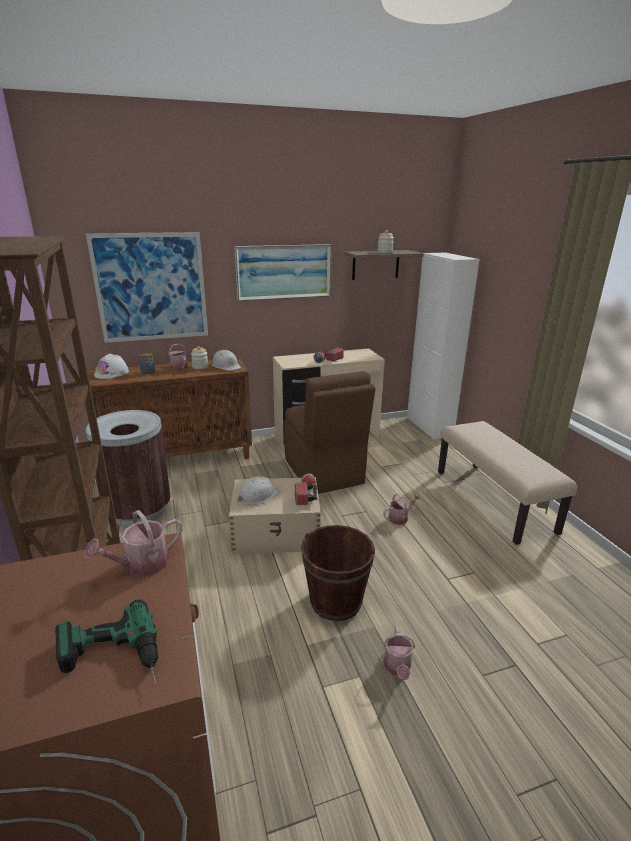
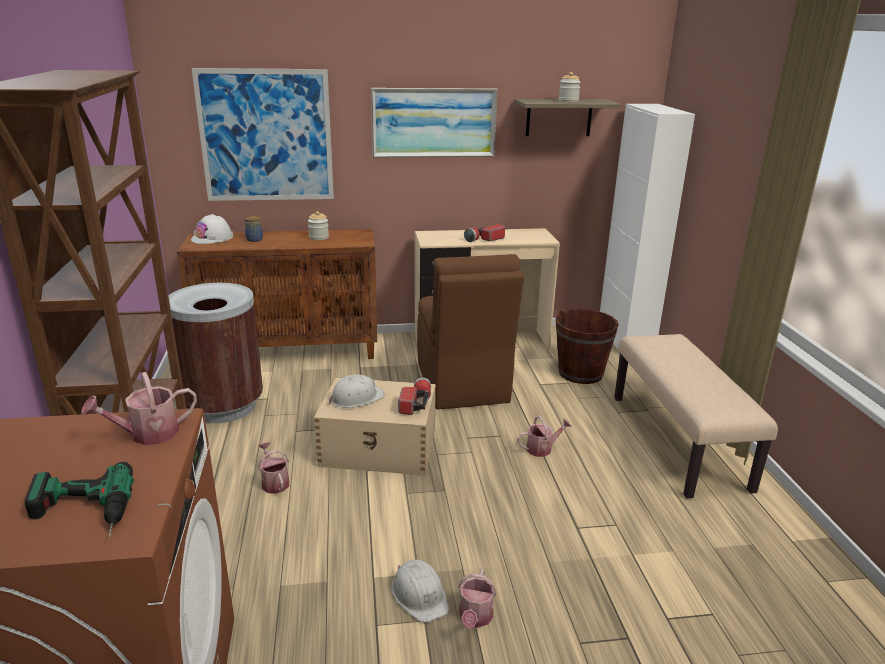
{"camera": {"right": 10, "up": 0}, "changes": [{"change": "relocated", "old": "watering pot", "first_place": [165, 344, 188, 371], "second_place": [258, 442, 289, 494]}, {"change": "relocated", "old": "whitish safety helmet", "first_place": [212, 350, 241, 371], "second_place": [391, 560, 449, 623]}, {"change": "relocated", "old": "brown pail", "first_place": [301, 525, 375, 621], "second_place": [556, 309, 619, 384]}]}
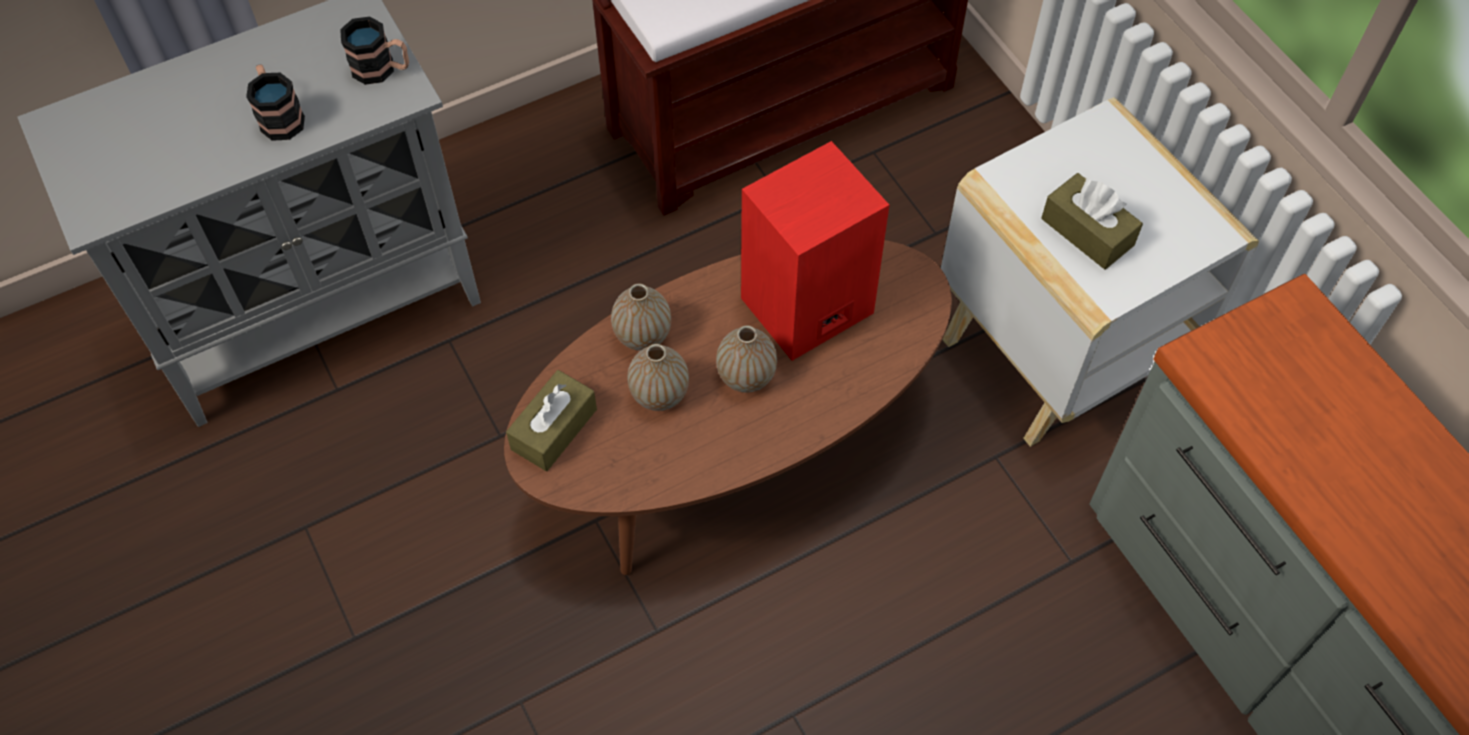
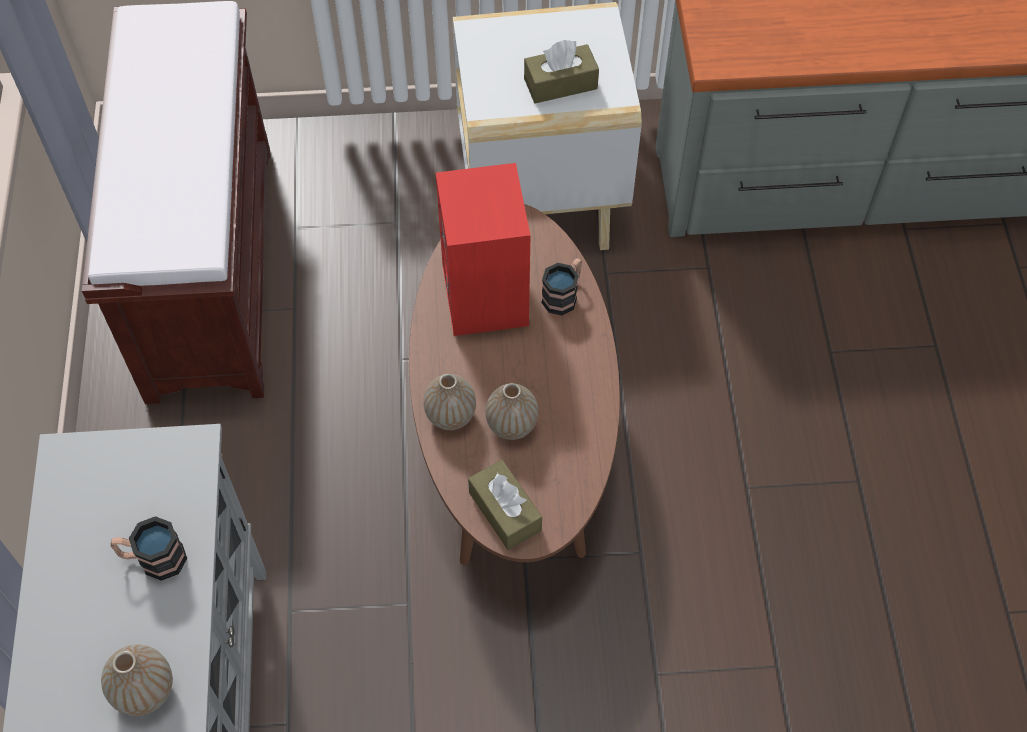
{"camera": {"right": -65, "up": 0}, "changes": [{"change": "relocated", "old": "decorative vase", "first_place": [716, 325, 777, 393], "second_place": [101, 644, 173, 716]}, {"change": "relocated", "old": "tea mug", "first_place": [340, 17, 409, 85], "second_place": [541, 258, 582, 315]}]}
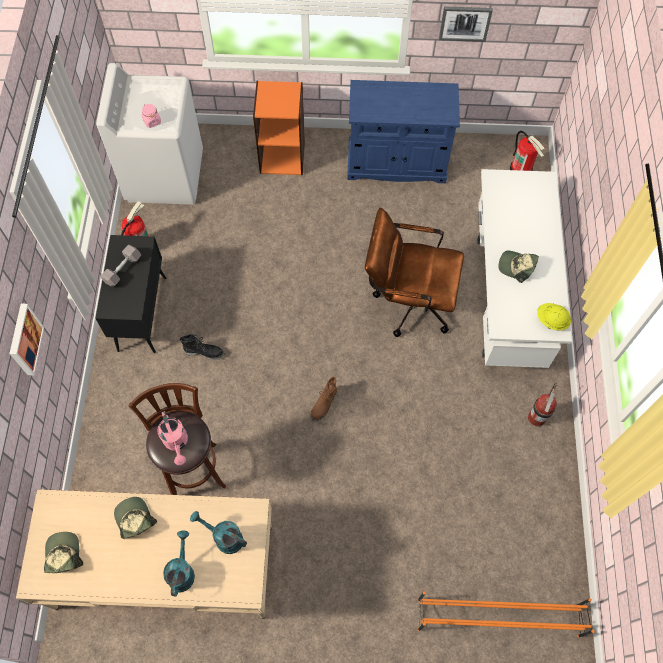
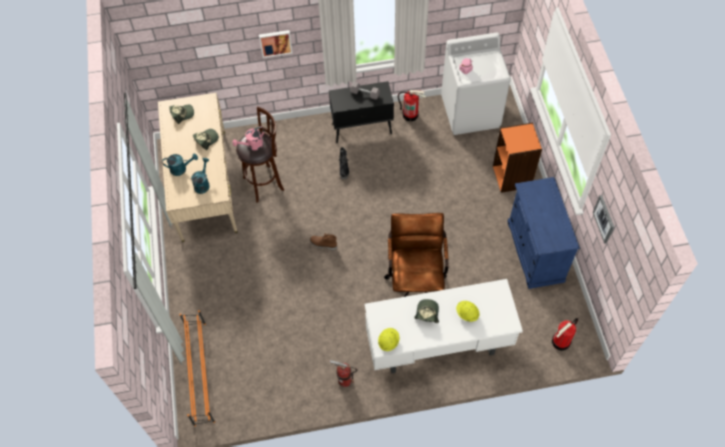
{"camera": {"right": 80, "up": -5}, "changes": [{"change": "appeared", "new": "yellow safety helmet", "second_place": [456, 301, 479, 322]}]}
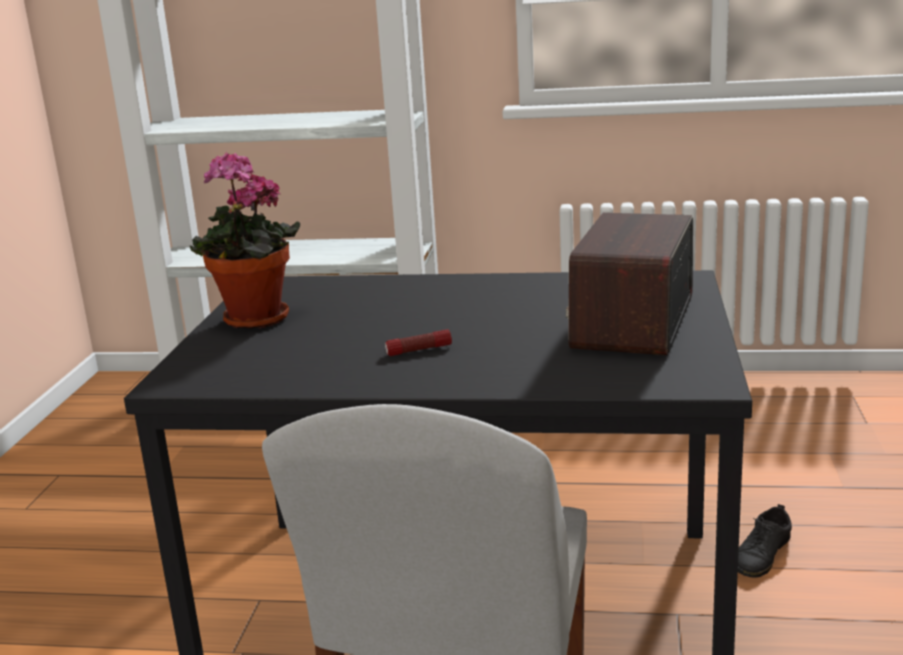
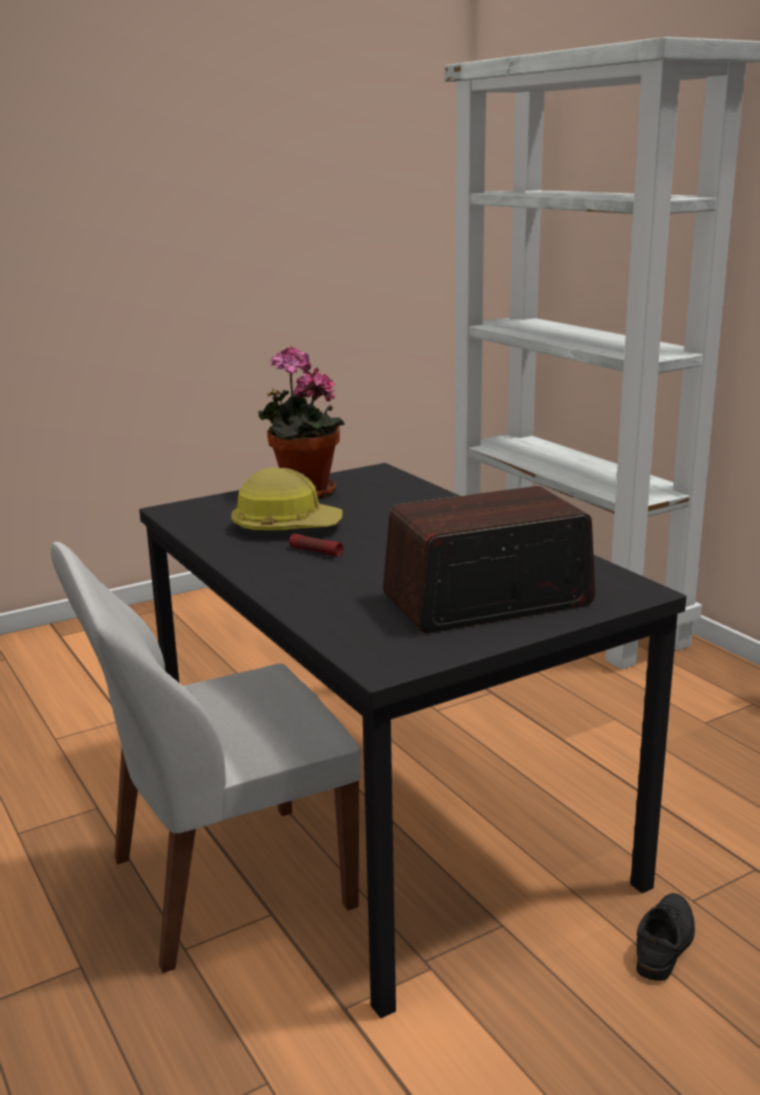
{"camera": {"right": 50, "up": 0}, "changes": [{"change": "appeared", "new": "safety helmet", "second_place": [231, 468, 342, 531]}, {"change": "spun", "old": "blackish shoe", "first_place": [738, 504, 792, 578], "second_place": [636, 893, 695, 981], "degrees": 120}]}
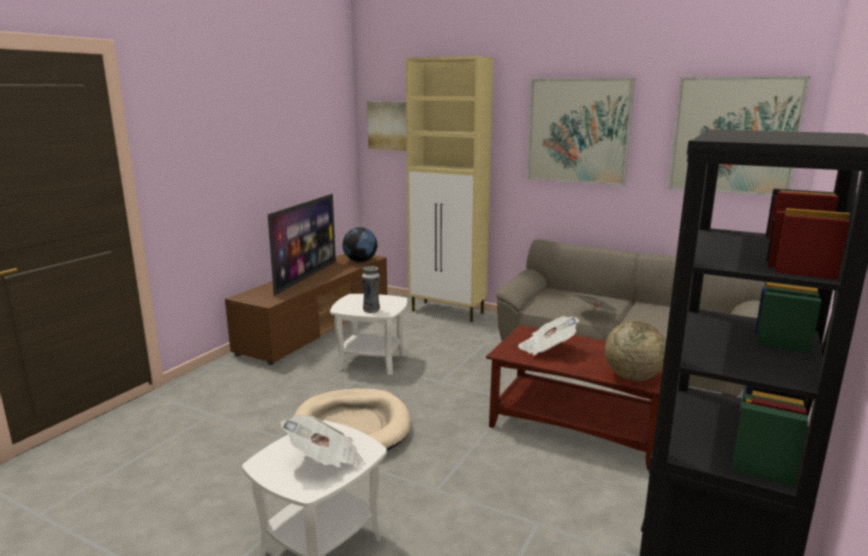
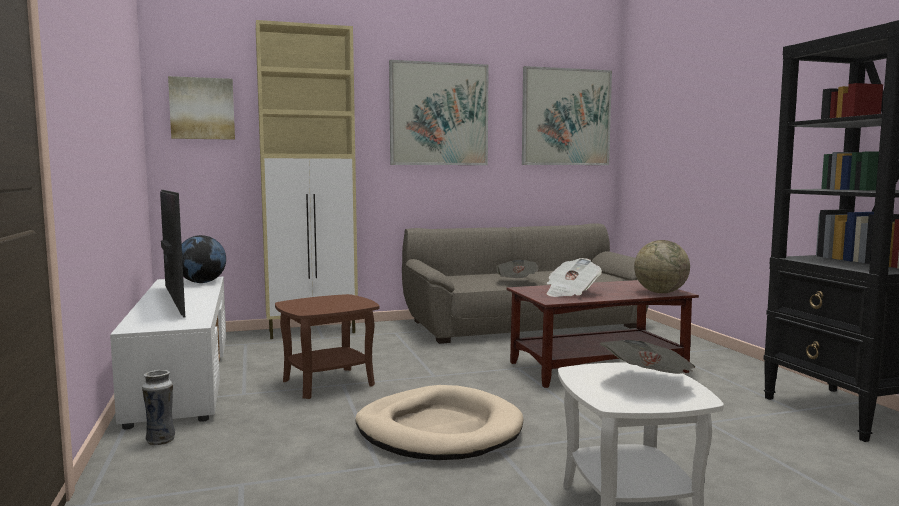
{"camera": {"right": -45, "up": -10}, "changes": [{"change": "colour", "old": "brown tv unit", "new": "whitish tv unit", "first_place": [225, 253, 387, 365], "second_place": [110, 277, 226, 430]}, {"change": "relocated", "old": "decorative vase", "first_place": [362, 266, 380, 313], "second_place": [142, 370, 175, 445]}, {"change": "colour", "old": "whitish accent table", "new": "brown accent table", "first_place": [330, 294, 407, 375], "second_place": [275, 294, 379, 399]}]}
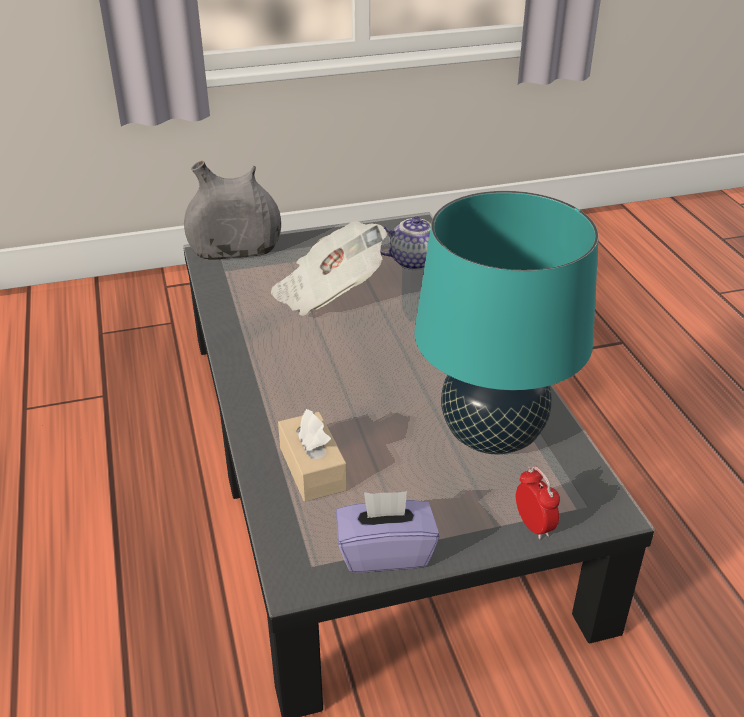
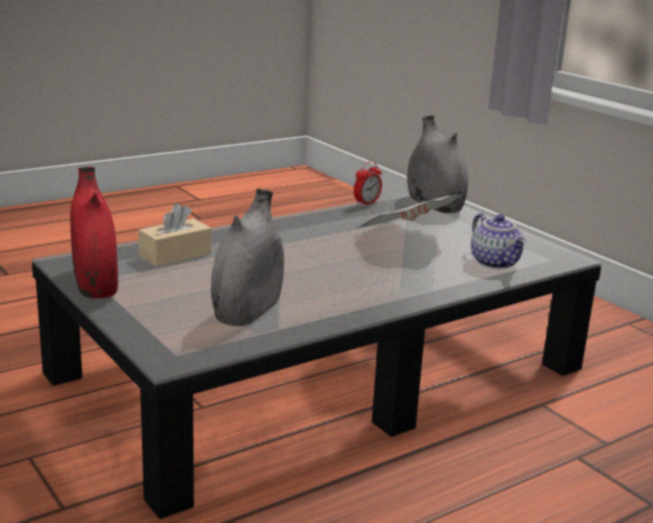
{"camera": {"right": 70, "up": -15}, "changes": [{"change": "exchanged", "old": "purple tissue box", "new": "red-coloured decorative vase", "first_place": [336, 491, 439, 573], "second_place": [70, 167, 118, 298]}, {"change": "exchanged", "old": "turquoise-coloured tabletop lamp", "new": "greyish decorative vase", "first_place": [414, 191, 599, 454], "second_place": [211, 189, 284, 326]}, {"change": "relocated", "old": "bedside clock", "first_place": [516, 466, 560, 540], "second_place": [354, 161, 382, 206]}]}
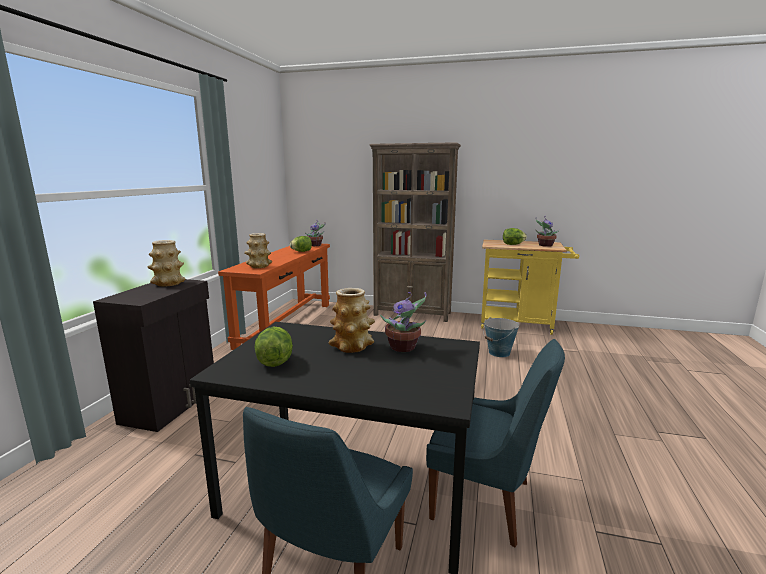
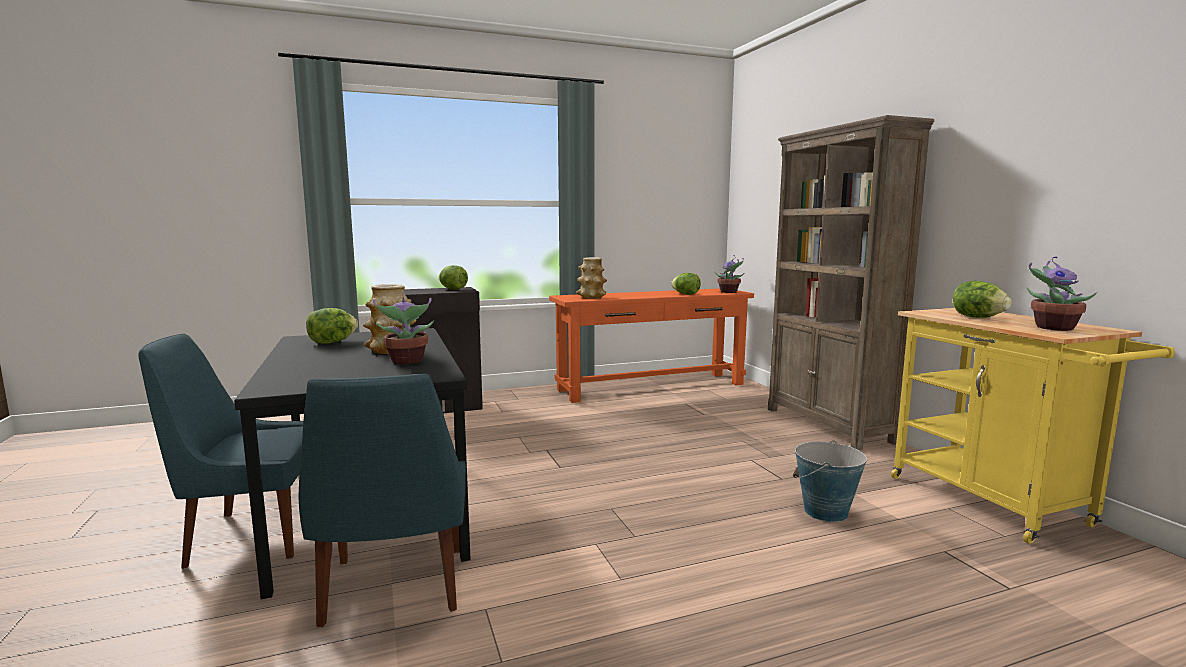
{"camera": {"right": 55, "up": -5}, "changes": [{"change": "exchanged", "old": "decorative vase", "new": "lettuce head", "first_place": [148, 240, 186, 286], "second_place": [438, 265, 468, 290]}]}
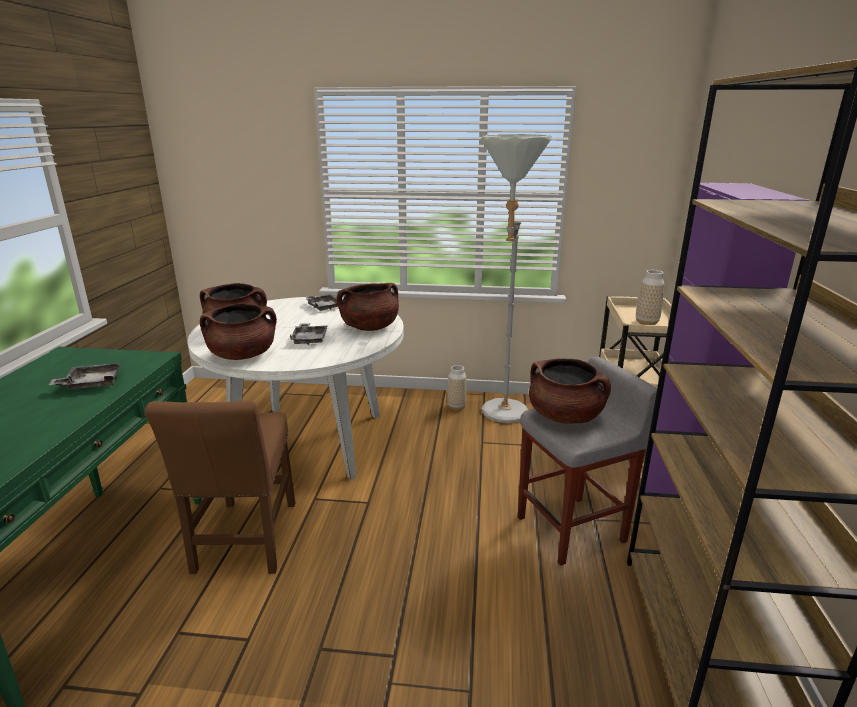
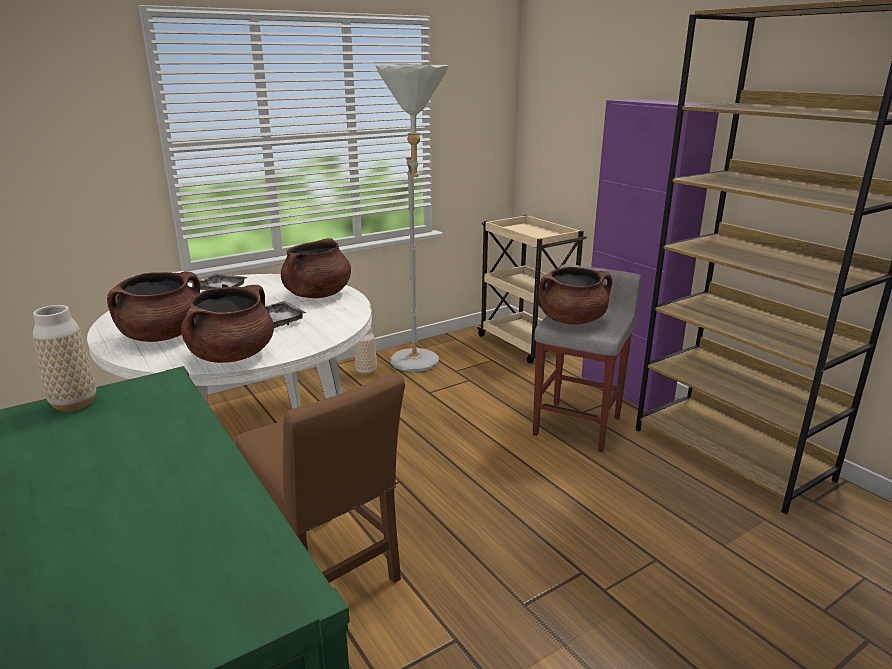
{"camera": {"right": -40, "up": 0}, "changes": [{"change": "relocated", "old": "decorative vase", "first_place": [636, 270, 664, 325], "second_place": [33, 305, 96, 411]}, {"change": "missing", "old": "greyish serving tray", "first_place": [49, 363, 121, 390]}]}
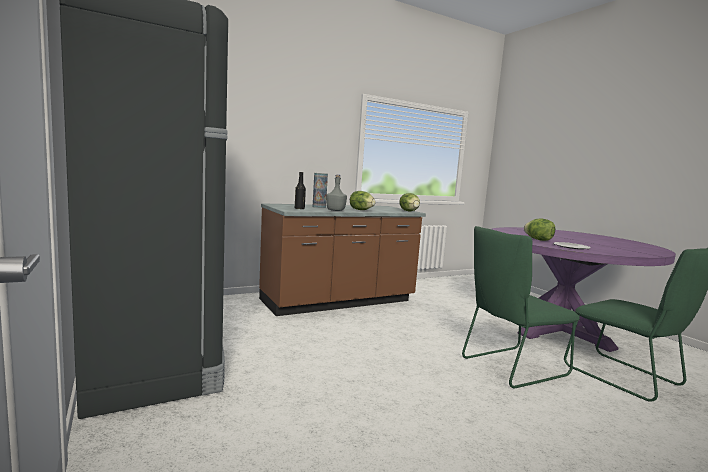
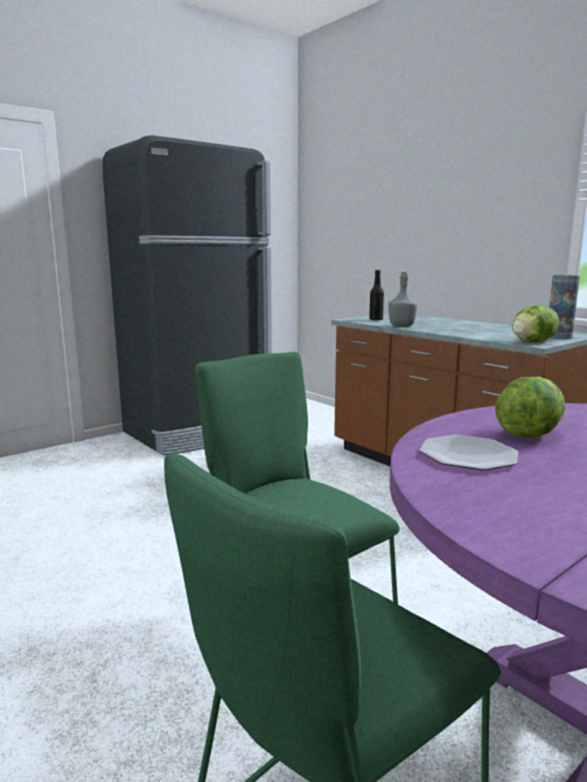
{"camera": {"right": 80, "up": 5}, "changes": [{"change": "relocated", "old": "decorative vase", "first_place": [313, 173, 328, 208], "second_place": [549, 275, 580, 339]}, {"change": "missing", "old": "lettuce head", "first_place": [350, 191, 376, 210]}]}
